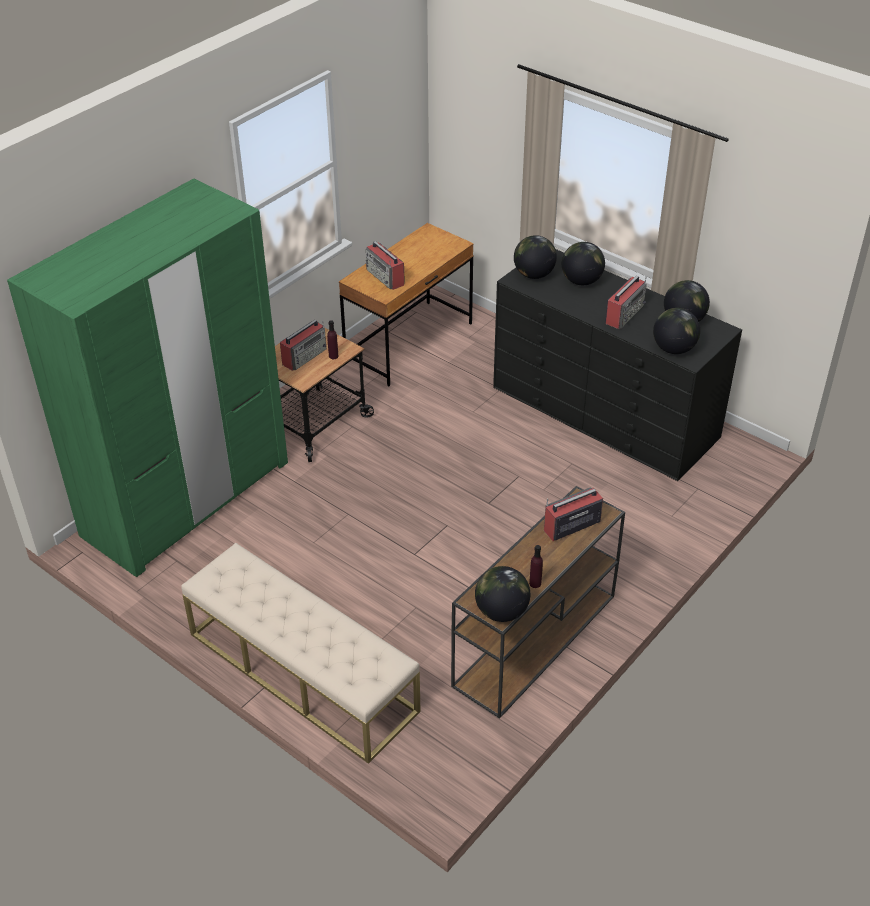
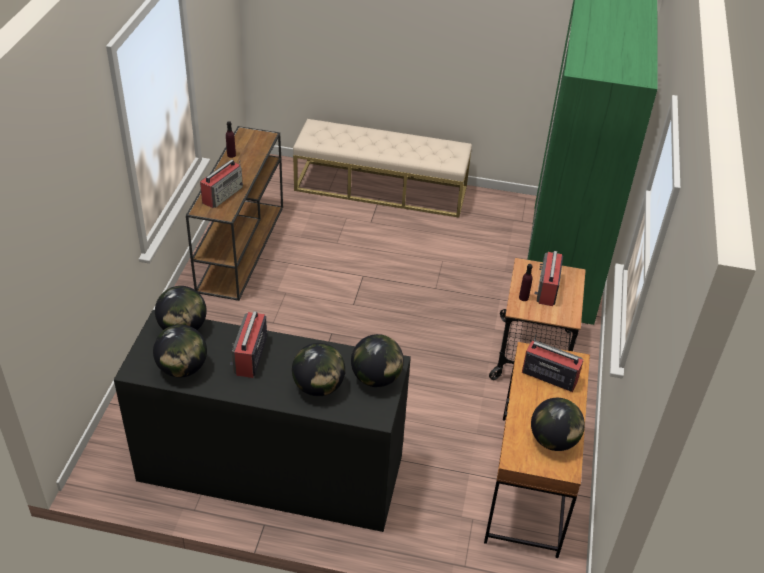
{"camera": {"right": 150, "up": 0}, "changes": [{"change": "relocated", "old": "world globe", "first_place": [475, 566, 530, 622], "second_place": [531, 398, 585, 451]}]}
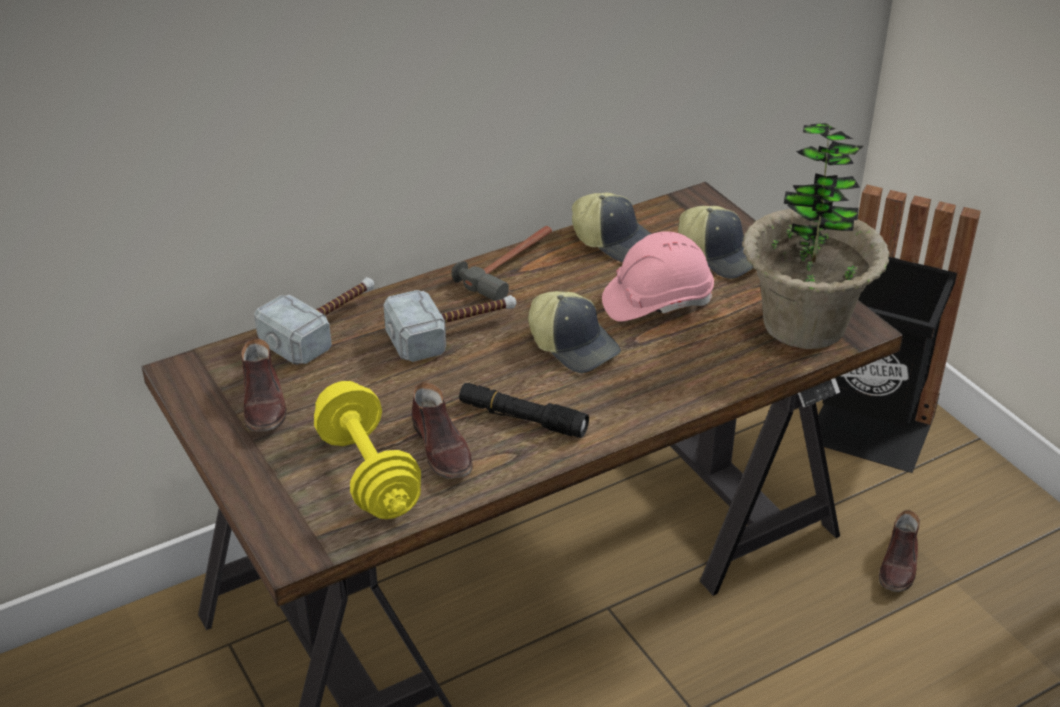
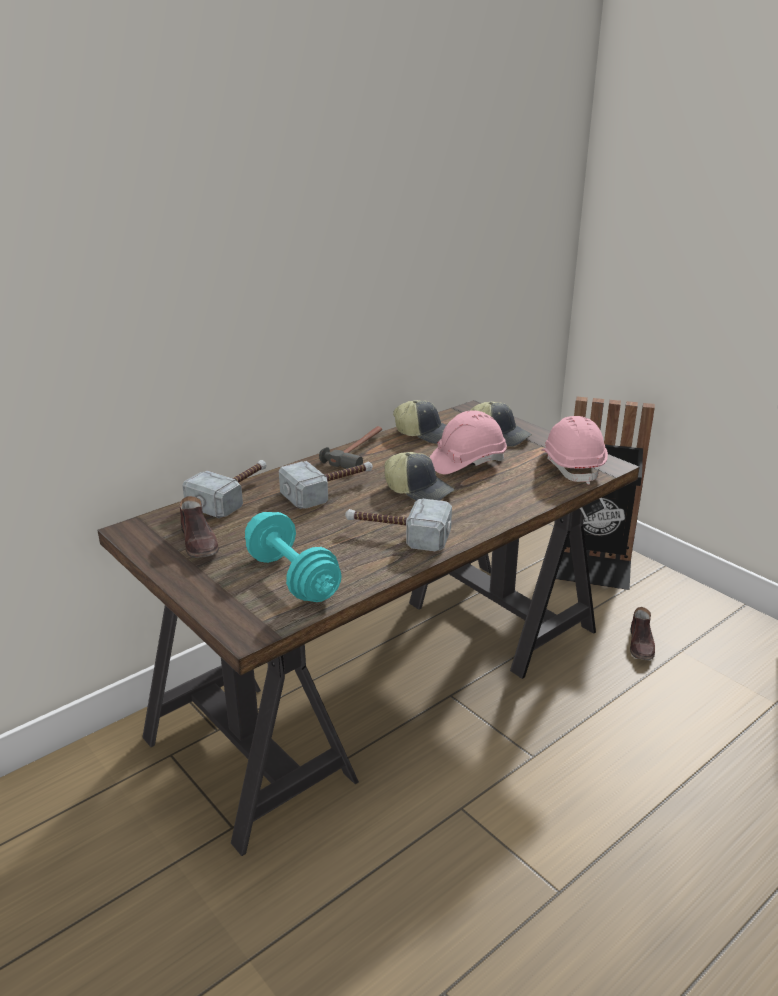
{"camera": {"right": -10, "up": -10}, "changes": [{"change": "colour", "old": "yellow free weight", "new": "turquoise-coloured free weight", "first_place": [314, 381, 421, 519], "second_place": [245, 512, 342, 602]}, {"change": "exchanged", "old": "blackish flashlight", "new": "hand hammer", "first_place": [459, 383, 589, 438], "second_place": [345, 499, 452, 551]}, {"change": "exchanged", "old": "plant in a pot", "new": "pink safety helmet", "first_place": [742, 123, 890, 349], "second_place": [541, 416, 608, 485]}, {"change": "missing", "old": "brown shoe", "first_place": [411, 383, 473, 479]}]}
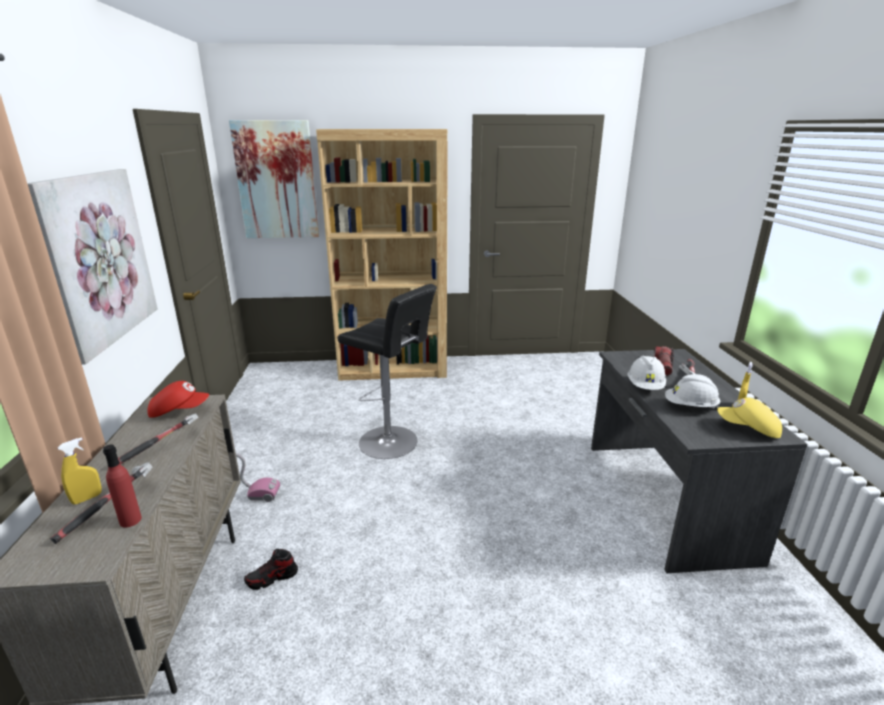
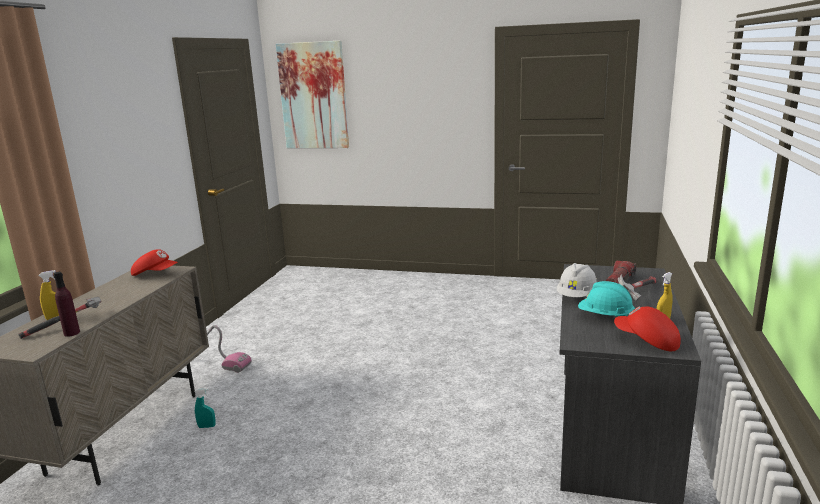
{"camera": {"right": 20, "up": -5}, "changes": [{"change": "colour", "old": "red-coloured beverage bottle", "new": "purple beverage bottle", "first_place": [103, 444, 142, 528], "second_place": [53, 272, 80, 337]}, {"change": "exchanged", "old": "shoe", "new": "turquoise-coloured spray bottle", "first_place": [244, 549, 298, 590], "second_place": [195, 388, 216, 428]}, {"change": "colour", "old": "whitish safety helmet", "new": "turquoise-coloured safety helmet", "first_place": [665, 374, 721, 408], "second_place": [578, 281, 635, 317]}, {"change": "colour", "old": "yellow cap", "new": "red-coloured cap", "first_place": [717, 397, 782, 438], "second_place": [614, 307, 681, 351]}, {"change": "missing", "old": "picture", "first_place": [27, 169, 158, 364]}, {"change": "missing", "old": "hand hammer", "first_place": [118, 413, 198, 464]}, {"change": "missing", "old": "brown shelving unit", "first_place": [316, 129, 448, 381]}, {"change": "missing", "old": "blackish stool seat", "first_place": [337, 284, 437, 459]}]}
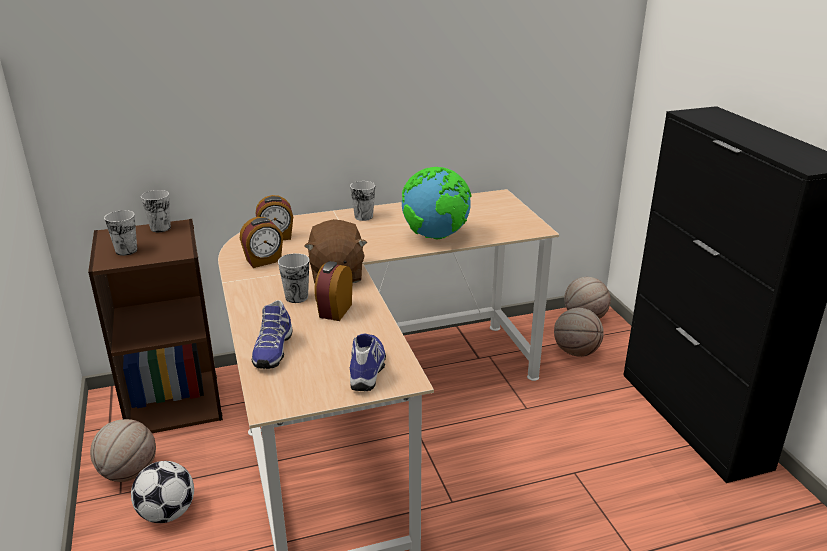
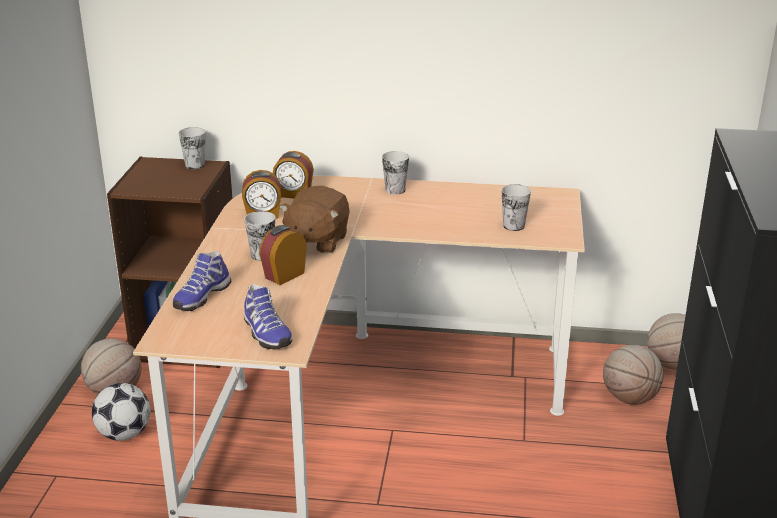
{"camera": {"right": 25, "up": 0}, "changes": [{"change": "spun", "old": "shoe", "first_place": [350, 333, 386, 391], "second_place": [244, 284, 292, 349], "degrees": 120}, {"change": "relocated", "old": "cup", "first_place": [104, 210, 137, 256], "second_place": [501, 184, 531, 231]}, {"change": "missing", "old": "world globe", "first_place": [402, 167, 471, 239]}]}
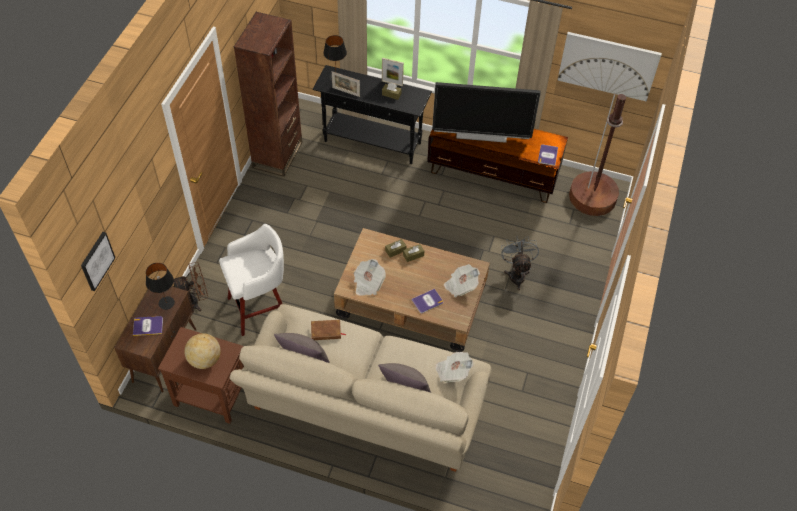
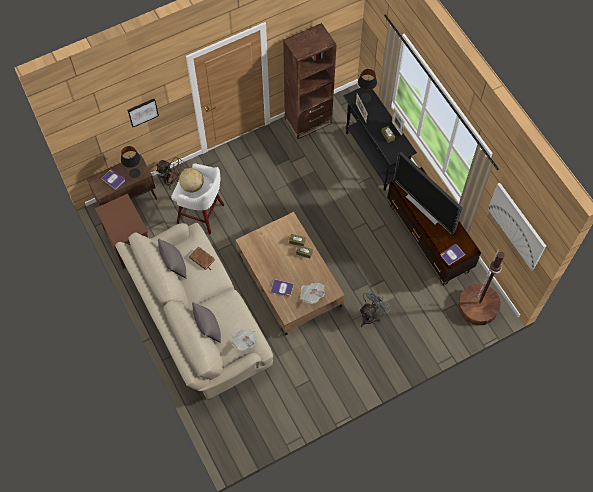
{"camera": {"right": 45, "up": 10}, "changes": [{"change": "relocated", "old": "picture", "first_place": [81, 232, 115, 291], "second_place": [127, 99, 159, 127]}, {"change": "relocated", "old": "world globe", "first_place": [184, 333, 221, 369], "second_place": [179, 168, 204, 192]}, {"change": "missing", "old": "daily paper", "first_place": [354, 259, 386, 296]}]}
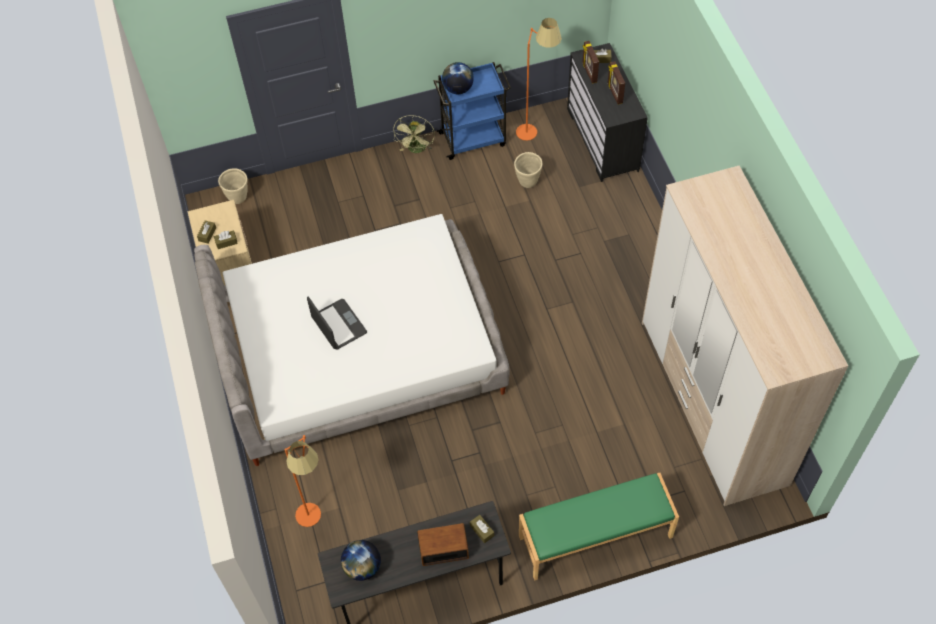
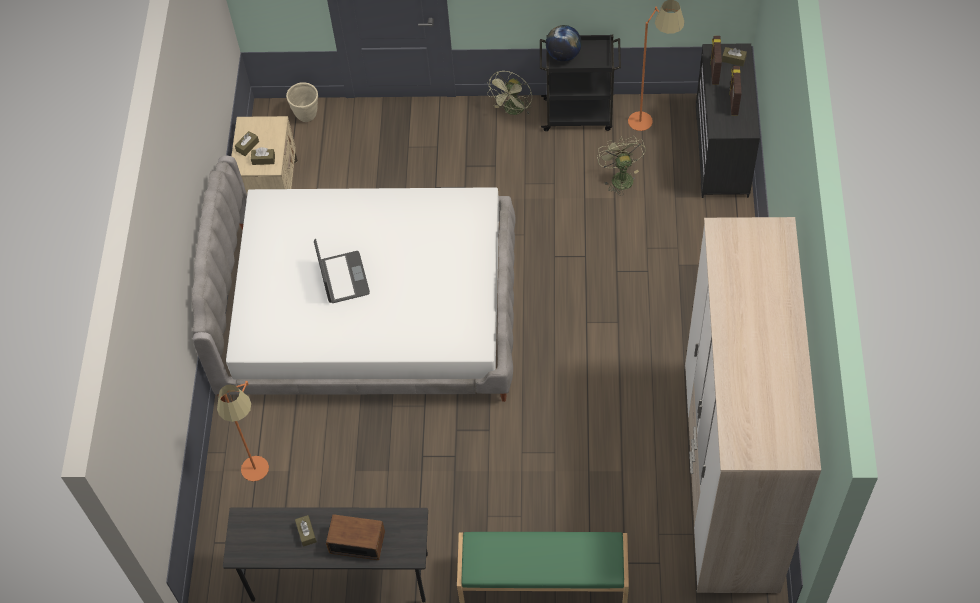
{"camera": {"right": 20, "up": 0}, "changes": [{"change": "relocated", "old": "brown tissue box", "first_place": [470, 515, 494, 543], "second_place": [295, 515, 317, 547]}, {"change": "colour", "old": "blue wheeled cart", "new": "blackish wheeled cart", "first_place": [434, 62, 511, 160], "second_place": [540, 34, 621, 131]}, {"change": "exchanged", "old": "sand-coloured flower pot", "new": "green electric fan", "first_place": [514, 152, 542, 188], "second_place": [597, 136, 646, 196]}, {"change": "missing", "old": "world globe", "first_place": [341, 540, 381, 581]}]}
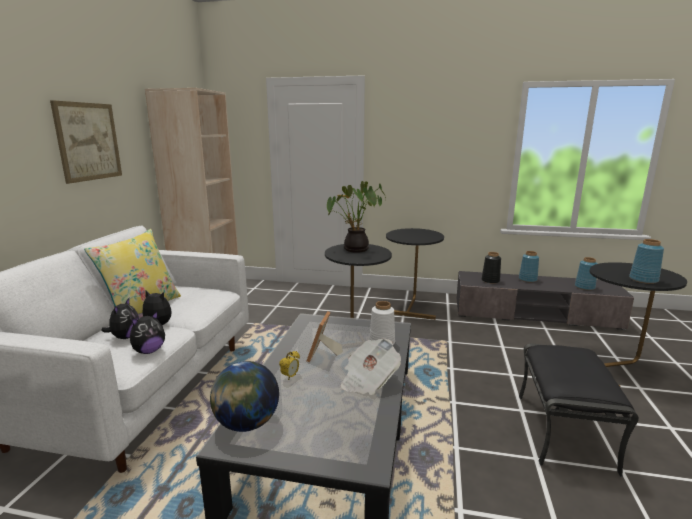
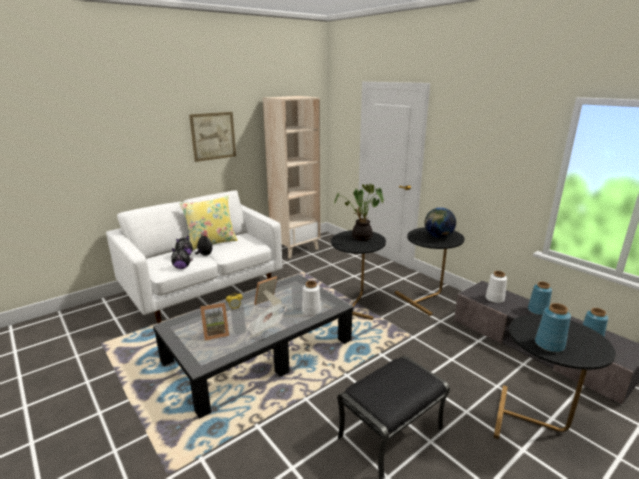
{"camera": {"right": 40, "up": 5}, "changes": [{"change": "appeared", "new": "standing frame", "second_place": [200, 303, 229, 341]}, {"change": "relocated", "old": "world globe", "first_place": [210, 361, 279, 432], "second_place": [424, 207, 456, 238]}, {"change": "colour", "old": "blackish decorative vase", "new": "whitish decorative vase", "first_place": [482, 252, 501, 284], "second_place": [486, 271, 507, 303]}]}
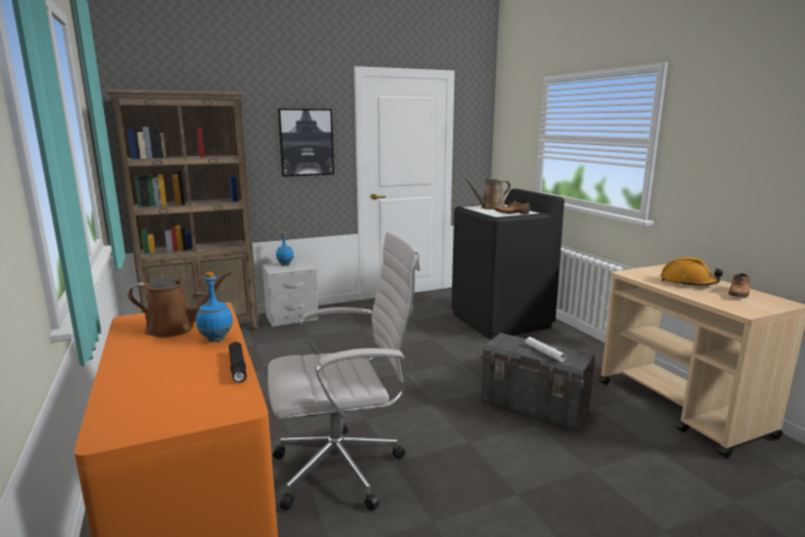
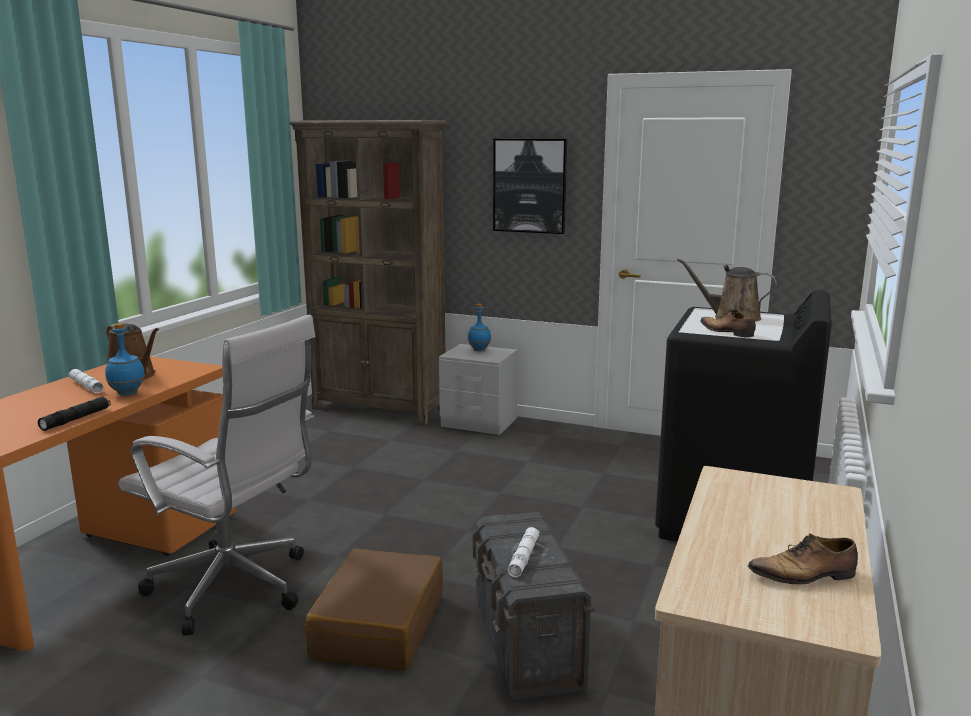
{"camera": {"right": 45, "up": 0}, "changes": [{"change": "appeared", "new": "whitish flashlight", "second_place": [68, 369, 104, 393]}, {"change": "appeared", "new": "brown travel case", "second_place": [305, 548, 443, 671]}, {"change": "missing", "old": "orangey safety helmet", "first_place": [660, 257, 723, 286]}]}
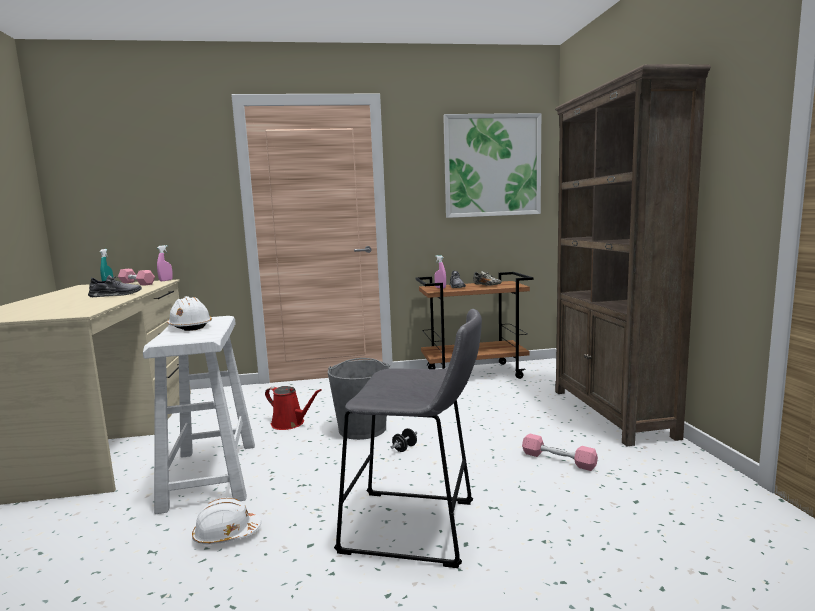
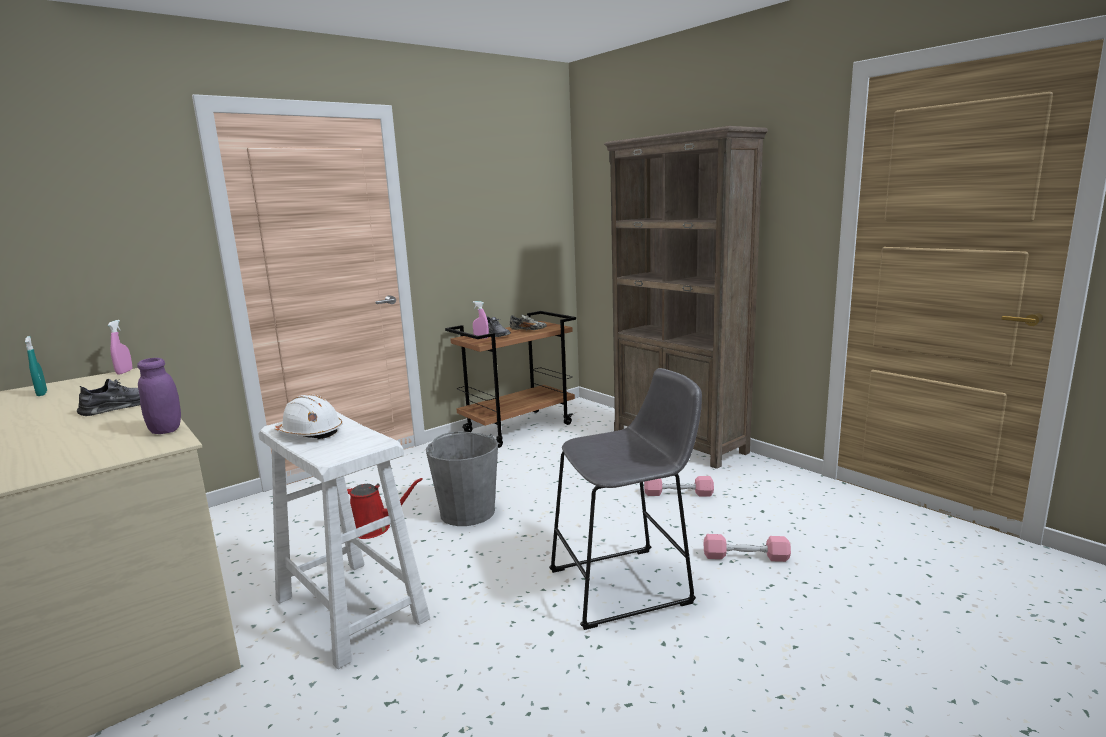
{"camera": {"right": -30, "up": 5}, "changes": [{"change": "appeared", "new": "purple preserve jar", "second_place": [137, 358, 181, 434]}, {"change": "relocated", "old": "pink free weight", "first_place": [118, 269, 155, 286], "second_place": [704, 534, 791, 562]}, {"change": "missing", "old": "whitish safety helmet", "first_place": [192, 498, 261, 544]}, {"change": "missing", "old": "blackish free weight", "first_place": [391, 428, 417, 452]}, {"change": "missing", "old": "picture", "first_place": [443, 113, 541, 218]}]}
